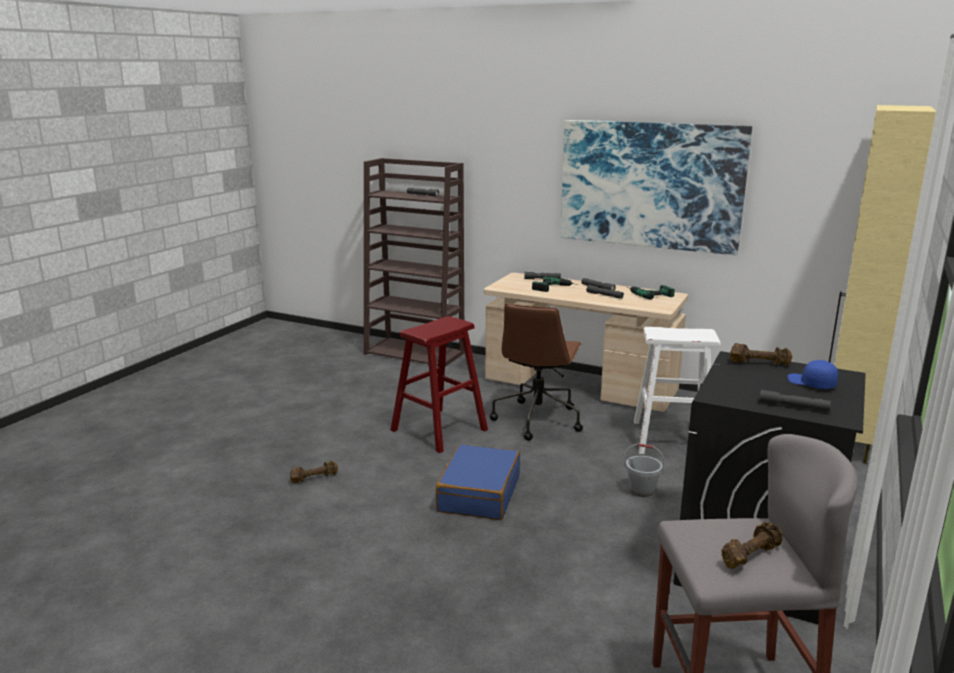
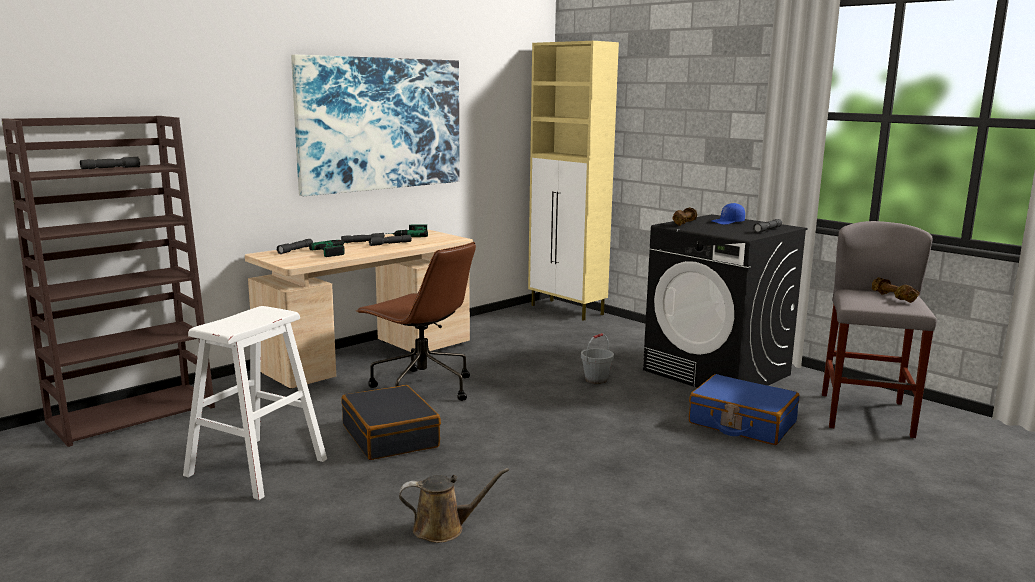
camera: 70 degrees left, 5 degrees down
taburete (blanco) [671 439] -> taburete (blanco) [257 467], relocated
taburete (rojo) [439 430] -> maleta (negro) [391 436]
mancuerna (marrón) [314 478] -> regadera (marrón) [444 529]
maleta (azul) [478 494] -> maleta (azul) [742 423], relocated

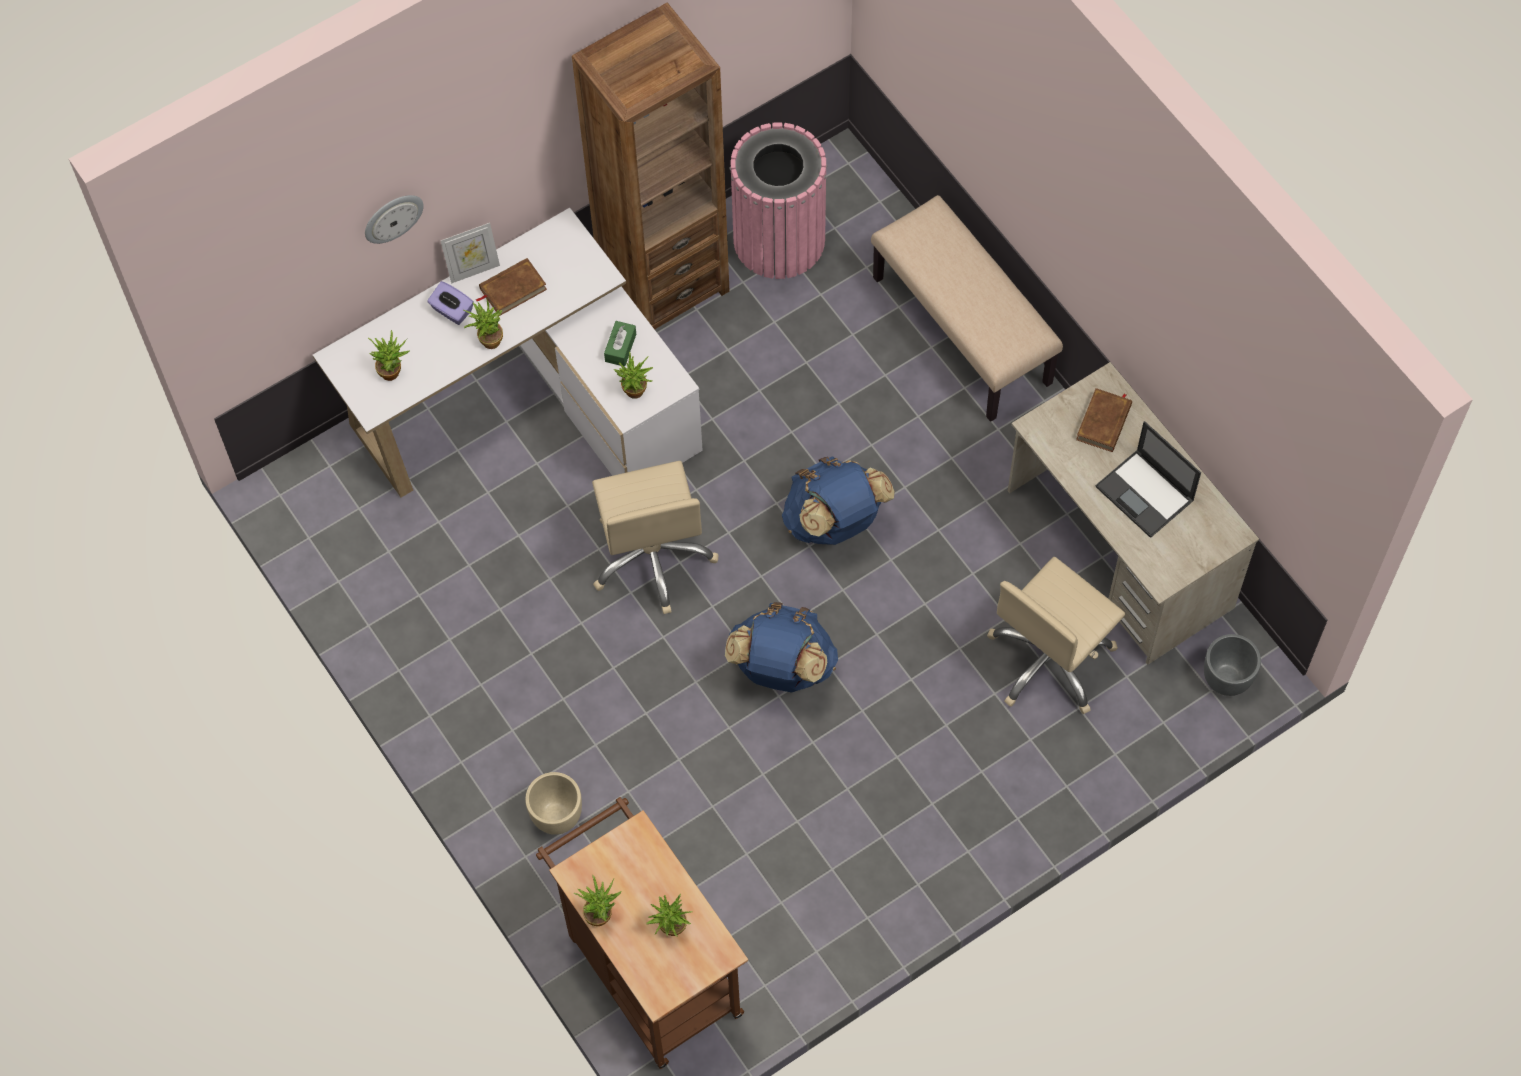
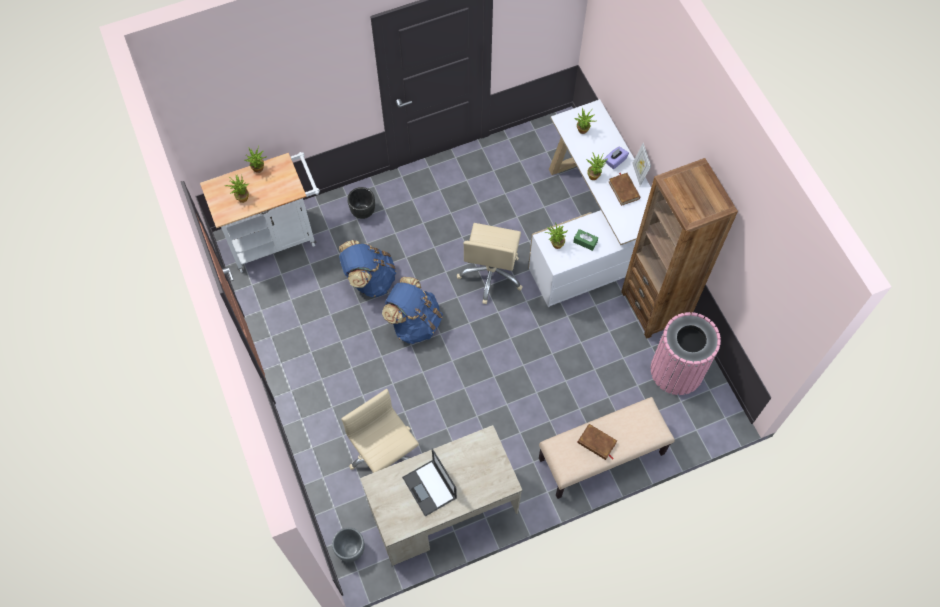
camera: 100 degrees right, 0 degrees up
carrito (marrón) [648 967] -> carrito (blanco) [276 237]
mochila (azul) [834 521] -> mochila (azul) [369 279], relocated
maceta (beis) [557 815] -> maceta (negro) [363 211]
portátil [1145 494] -> portátil [430 488], 90 degrees counterclockwise
silla de oficina (beis) [652 556] -> silla de oficina (beis) [491 274], 75 degrees counterclockwise
libro (marrón) [1104 422] -> libro (marrón) [596 443], relocated
reloj de pared [392 217] -> none

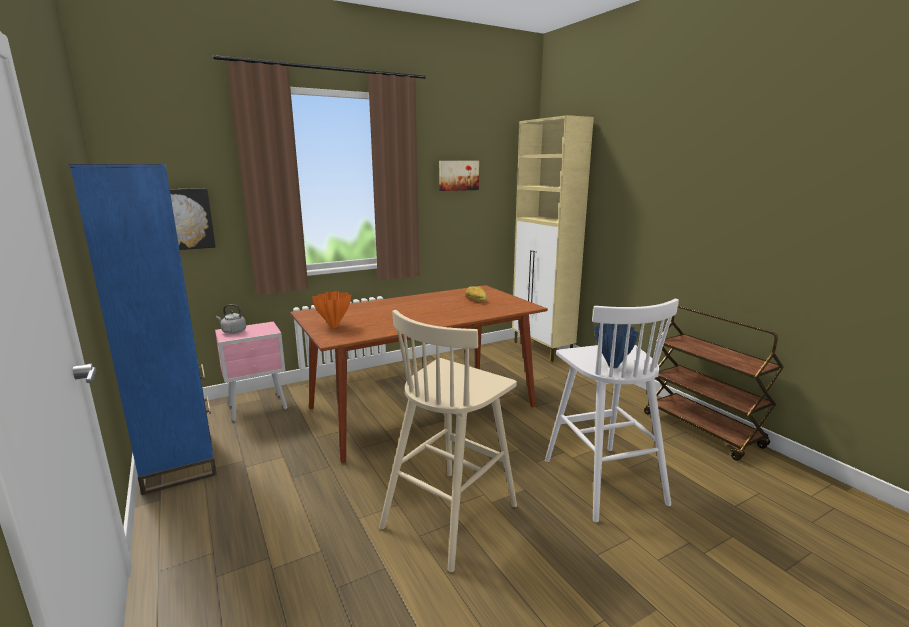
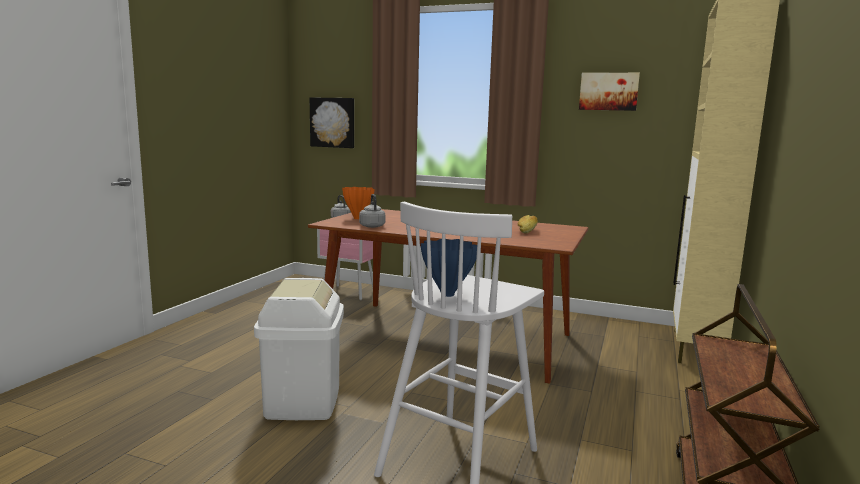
camera: 50 degrees right, 5 degrees down
taburete (beis) [451 515] -> papelera (blanco) [302 402]
none -> hervidor (gris) [372 226]
estantería (azul) [179 460] -> none

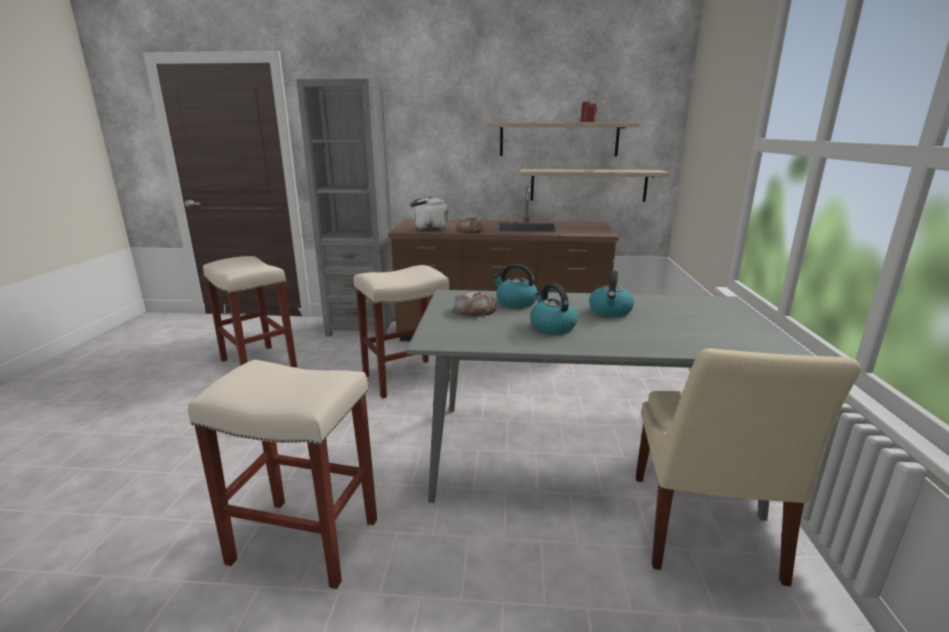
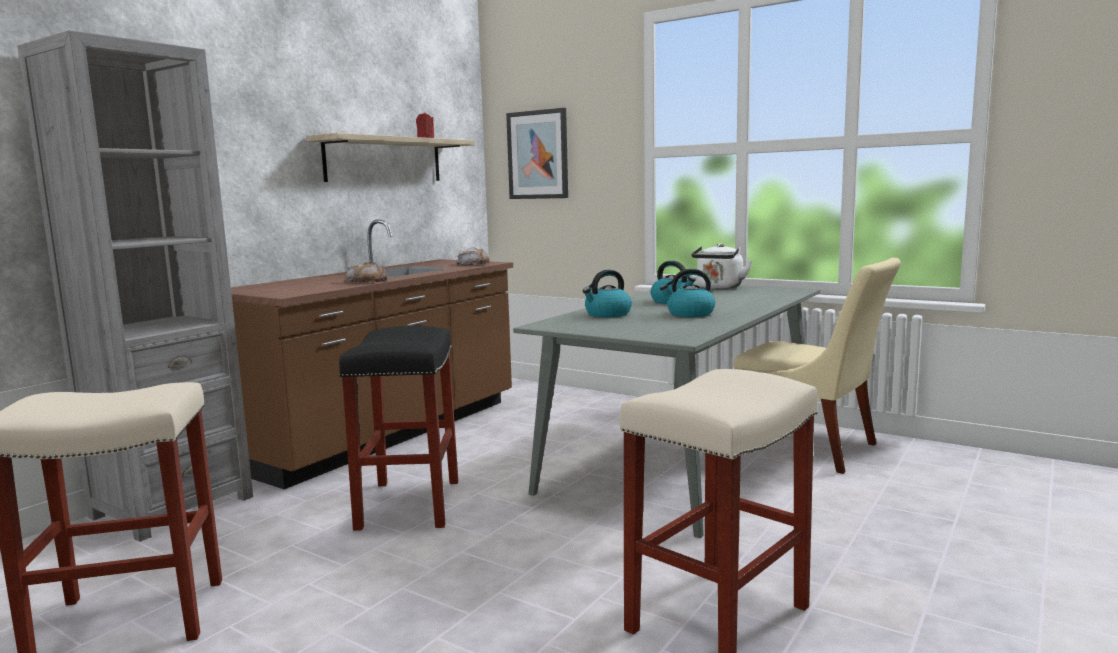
camera: 60 degrees left, 10 degrees down
taburete (beis) [406 377] -> taburete (negro) [408 503]
pan [474 311] -> pan [473 264], relocated
none -> cuadro [538 155]
hervidor (blanco) [429 228] -> hervidor (blanco) [719 288], relocated
estante [588 185] -> none

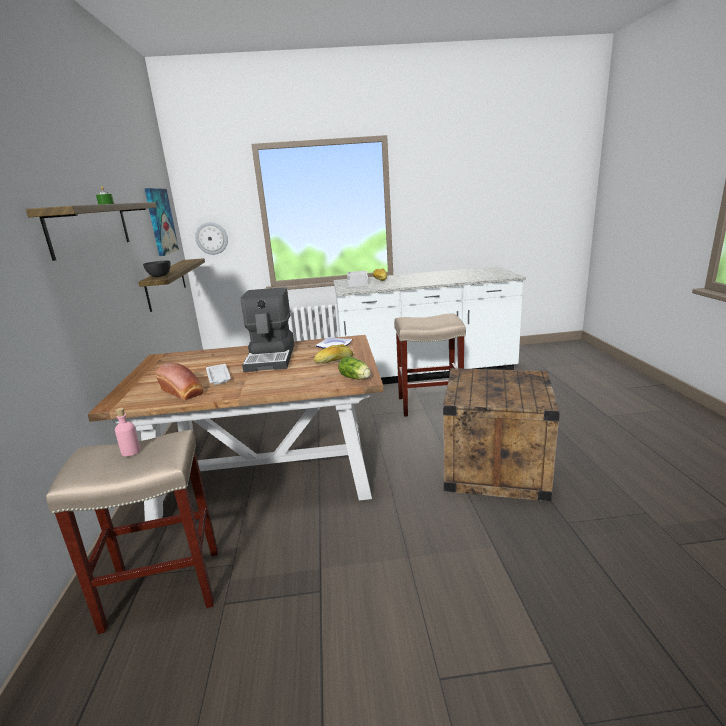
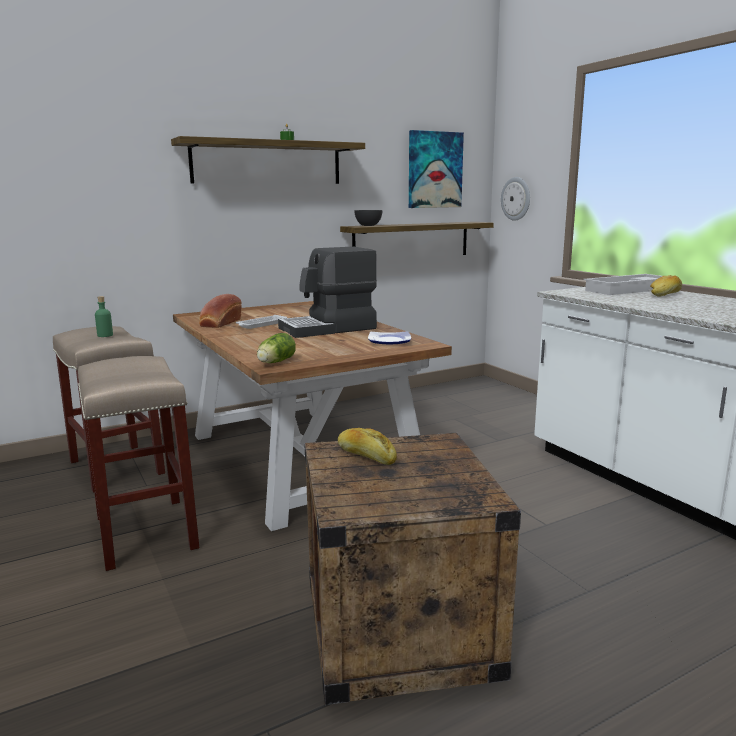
camera: 65 degrees right, 5 degrees down
taburete (beis) [429 404] -> taburete (beis) [144 531], relocated
botella (rosa) [131 451] -> botella (verde) [105 335]
pan [334 360] -> pan [366 456], relocated

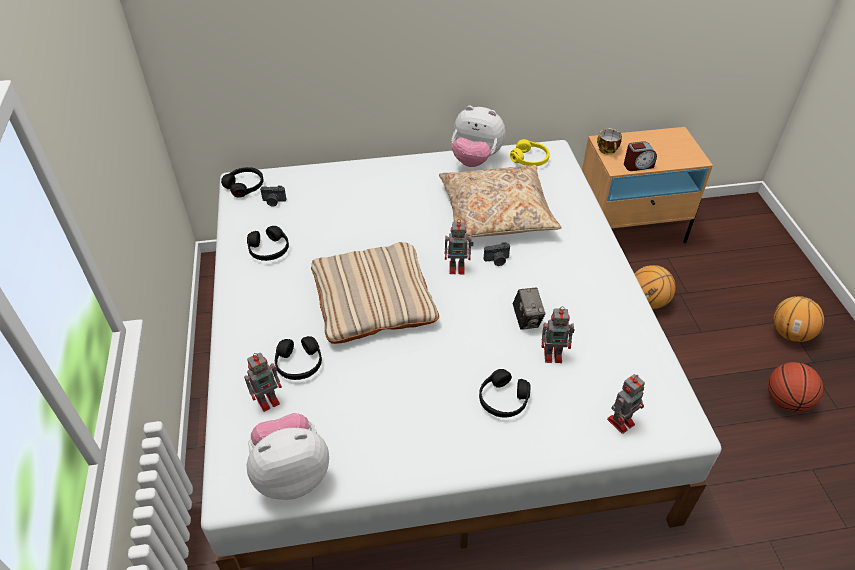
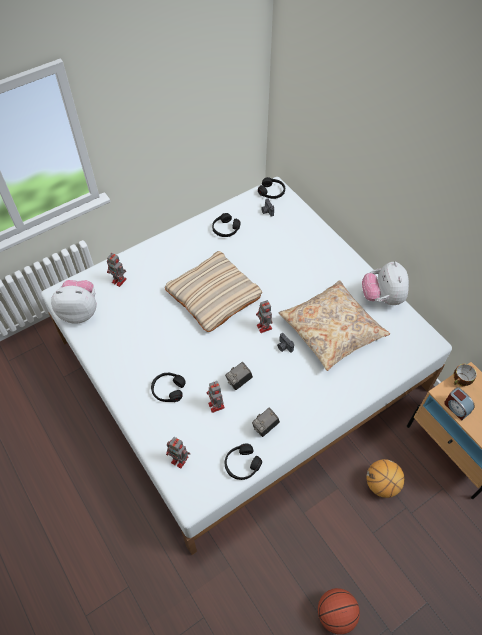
camera: 65 degrees right, 10 degrees up
peluche [291 473] -> peluche [80 311], 45 degrees counterclockwise
auriculares (negro) [299 363] -> auriculares (negro) [242 464], relocated
none -> cámara [265 427]
auriculares (amarillo) [530 159] -> none
balón de baloncesto [790 333] -> none

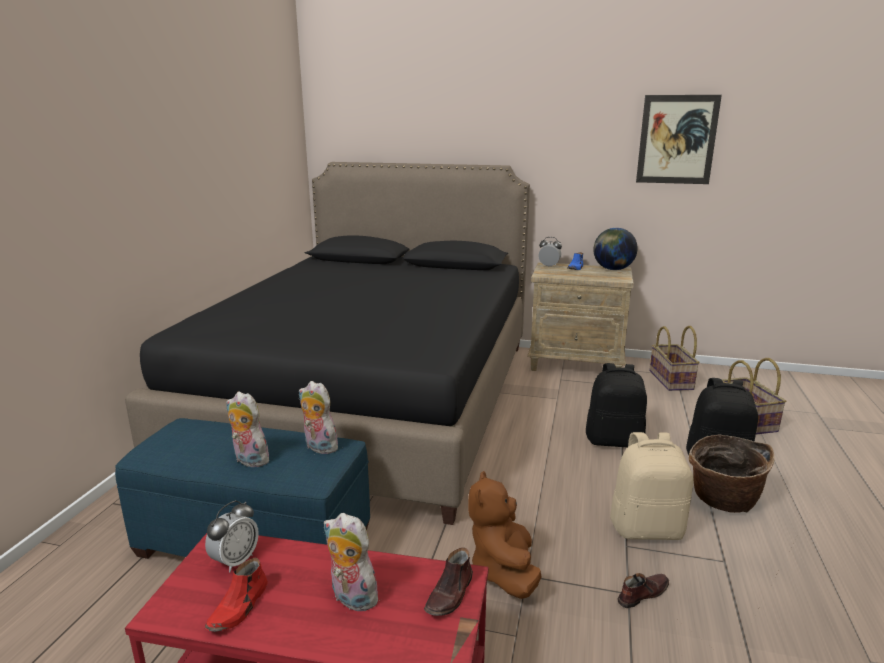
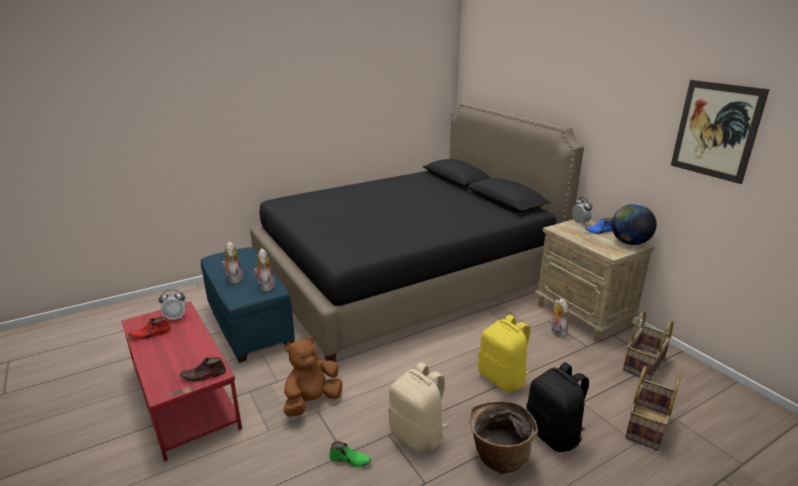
camera: 45 degrees right, 5 degrees up
zapato (marrón) [642 594] -> zapato (verde) [350 459]
mochila (negro) [614 440] -> mochila (amarillo) [503 378]
peluche [351 598] -> peluche [556 332], relocated

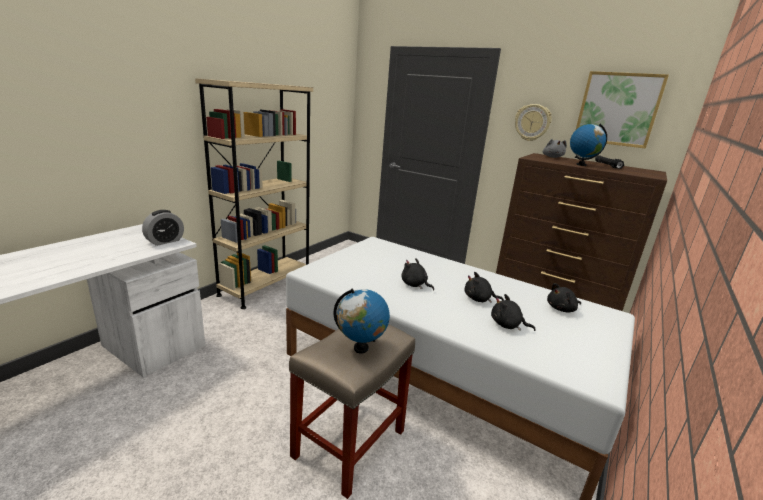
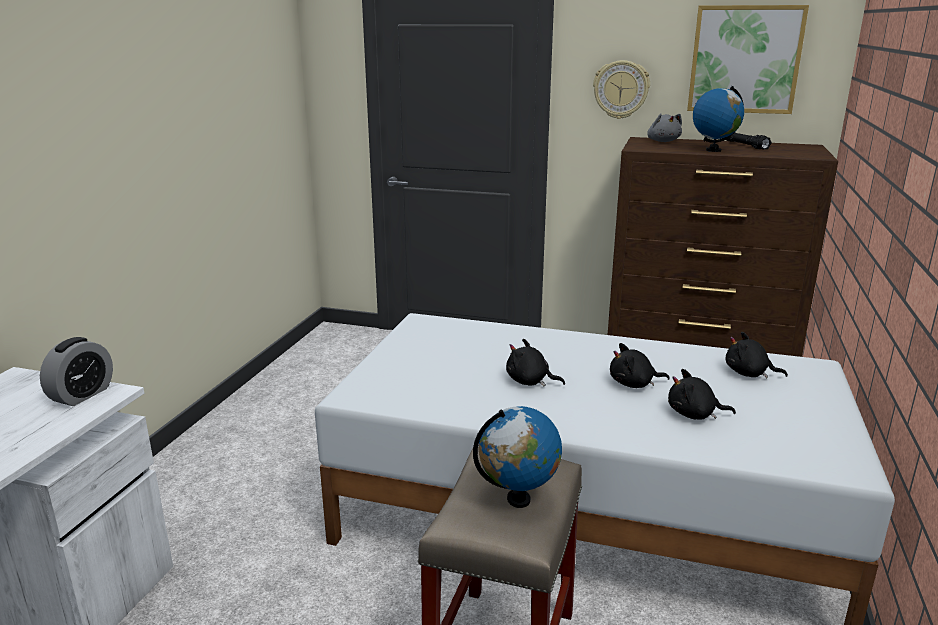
camera: 15 degrees left, 0 degrees up
peluche (negro) [562 309] -> peluche (negro) [749 373], 60 degrees clockwise
estantería (beis) [265 286] -> none

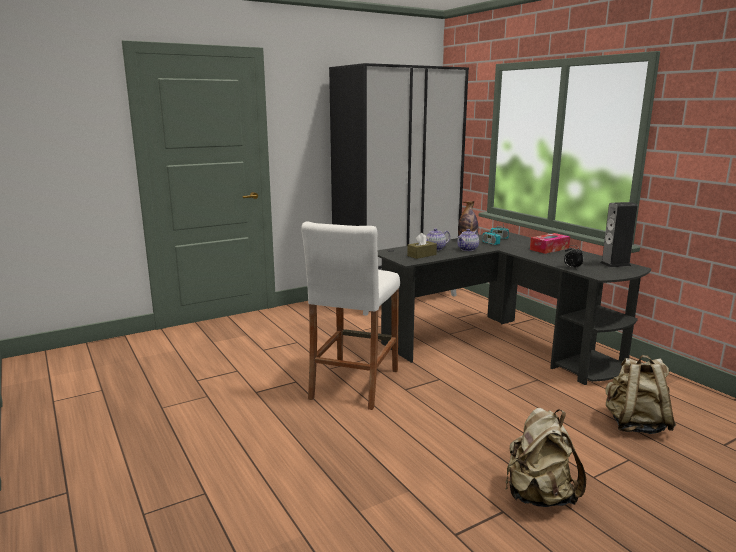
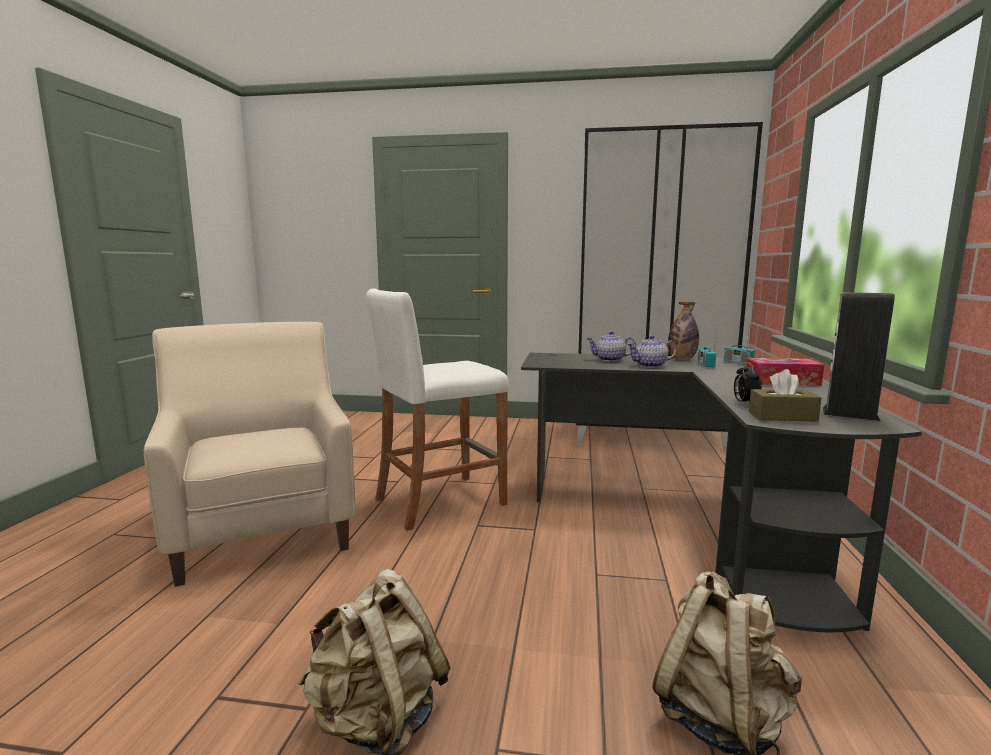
camera: 40 degrees right, 5 degrees down
none -> sillón (beis) [262 526]
caja de pañuelos (marrón) [421 255] -> caja de pañuelos (marrón) [782 416], relocated

